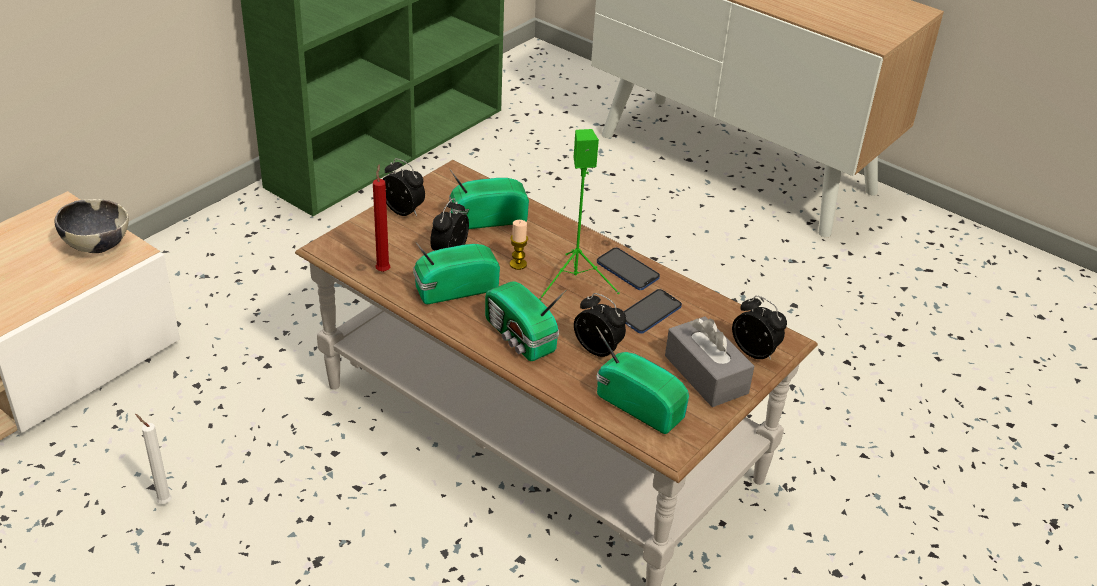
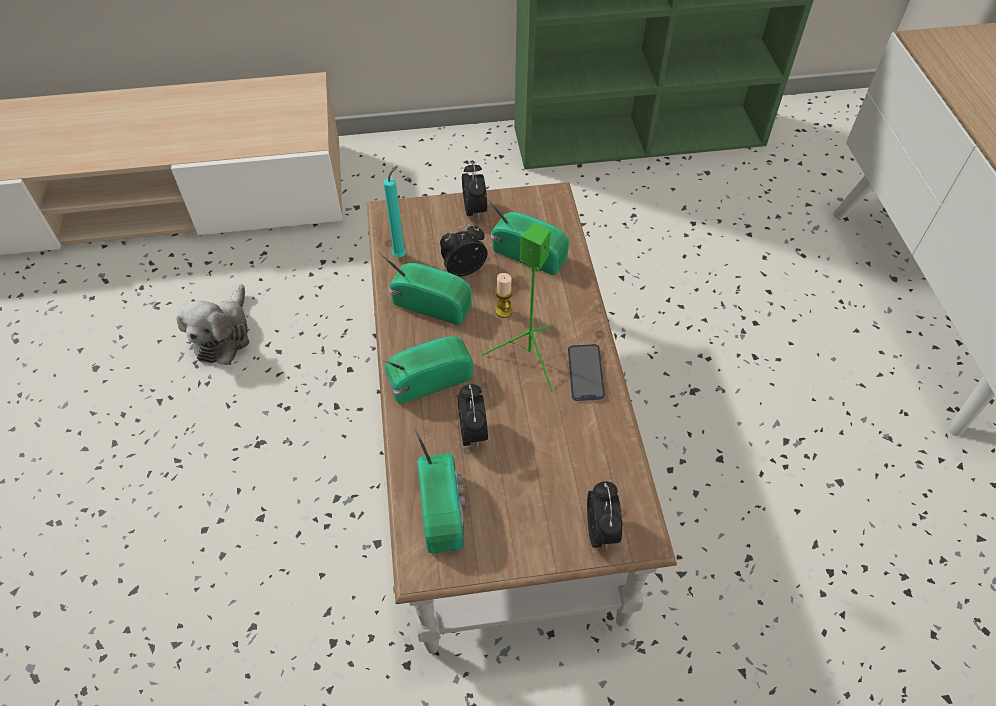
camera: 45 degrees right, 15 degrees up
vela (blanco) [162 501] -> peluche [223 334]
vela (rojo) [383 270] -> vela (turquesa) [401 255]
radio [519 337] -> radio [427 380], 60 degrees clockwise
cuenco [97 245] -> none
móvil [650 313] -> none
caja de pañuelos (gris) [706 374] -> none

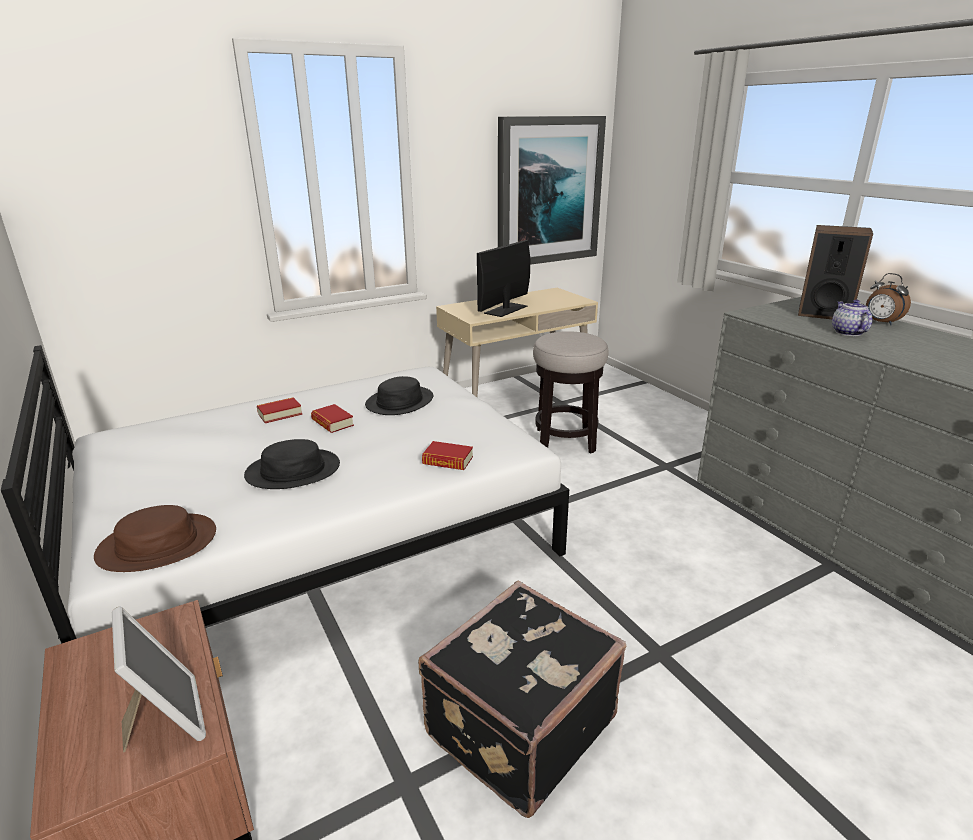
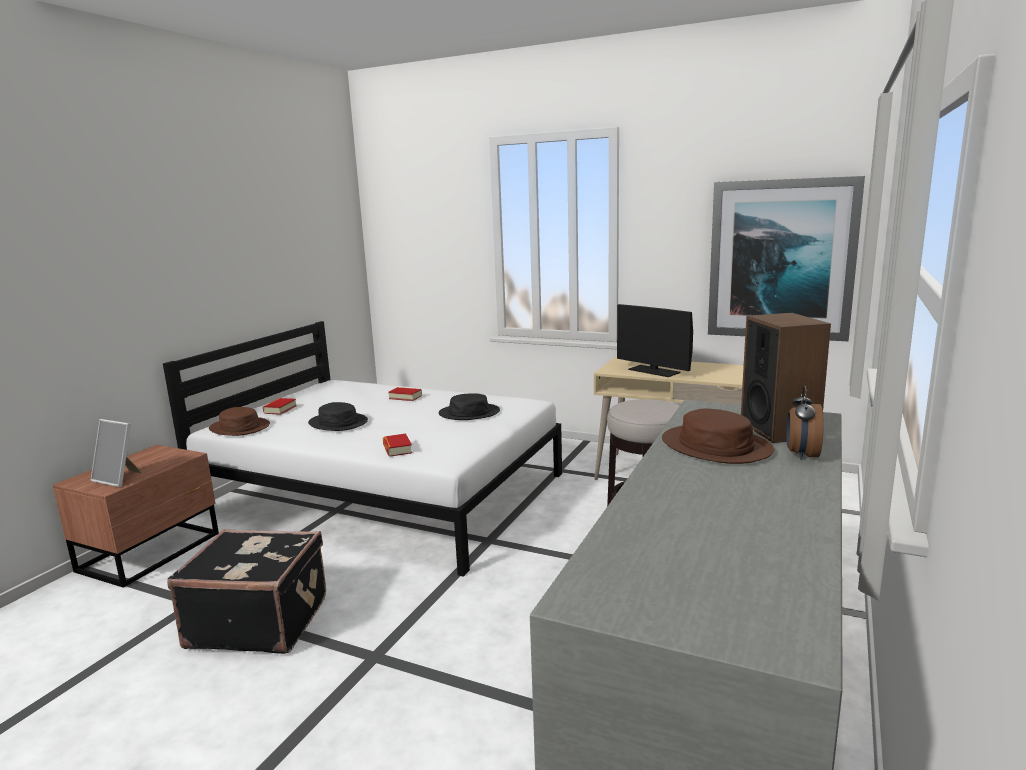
camera: 55 degrees right, 10 degrees down
portarretratos [166 719] -> portarretratos [119 479], 90 degrees clockwise
libro [332 423] -> libro [280 409], relocated
monitor [506 309] -> monitor [654 371], 135 degrees counterclockwise
tetera [847 332] -> sombrero (marrón) [716 446]

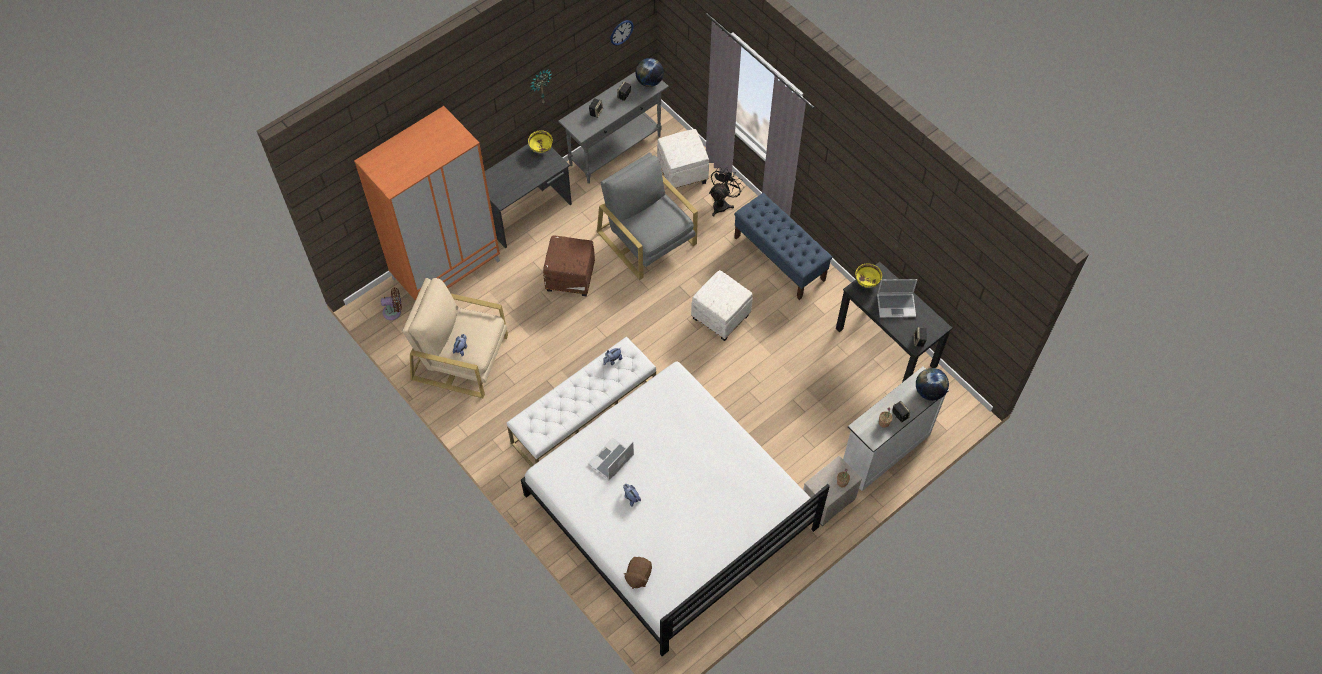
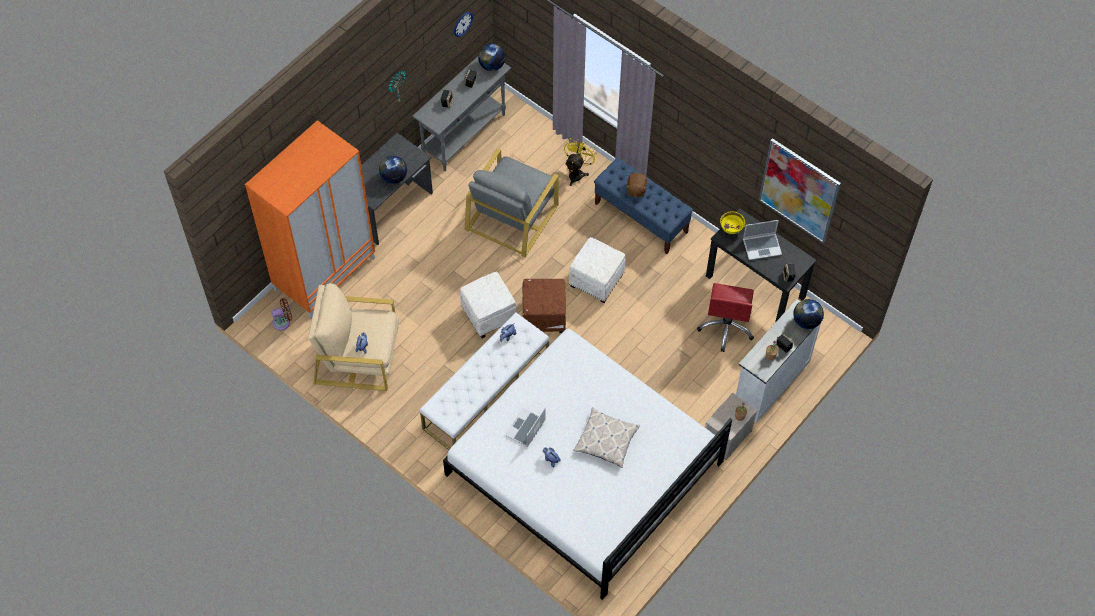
camera: 10 degrees left, 0 degrees up
none -> globo terráqueo [394 177]
puf (blanco) [682 173] -> puf (blanco) [488 315], relocated
sillón (gris) [647 238] -> sillón (gris) [512 216], 105 degrees counterclockwise
puf (marrón) [571 277] -> puf (marrón) [544 316], relocated
ventilador (negro) [722 203] -> ventilador (amarillo) [577 172]
none -> cojín [606 440]
peluche (marrón) [638 576] -> peluche (marrón) [636 190], relocated
none -> silla de oficina (rojo) [726 327]
none -> cuadro [799 191]
cuenco (amarillo) [541 149] -> none

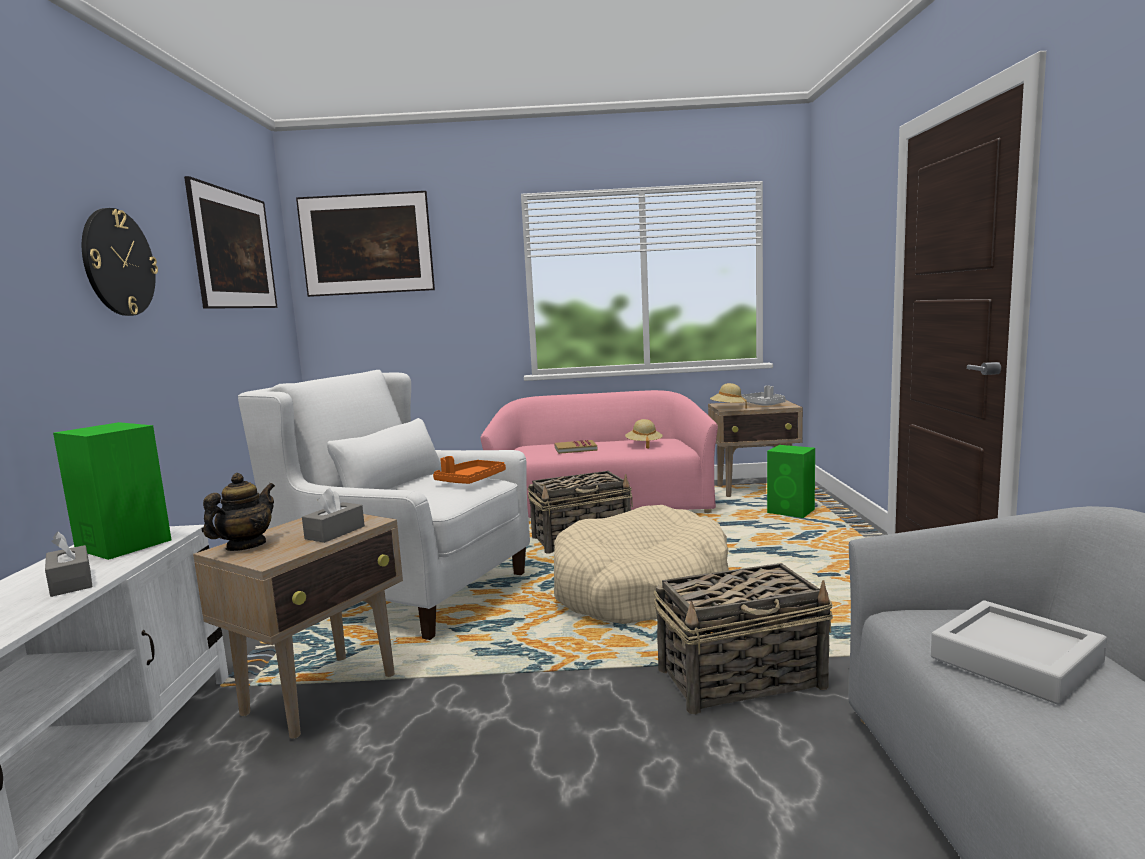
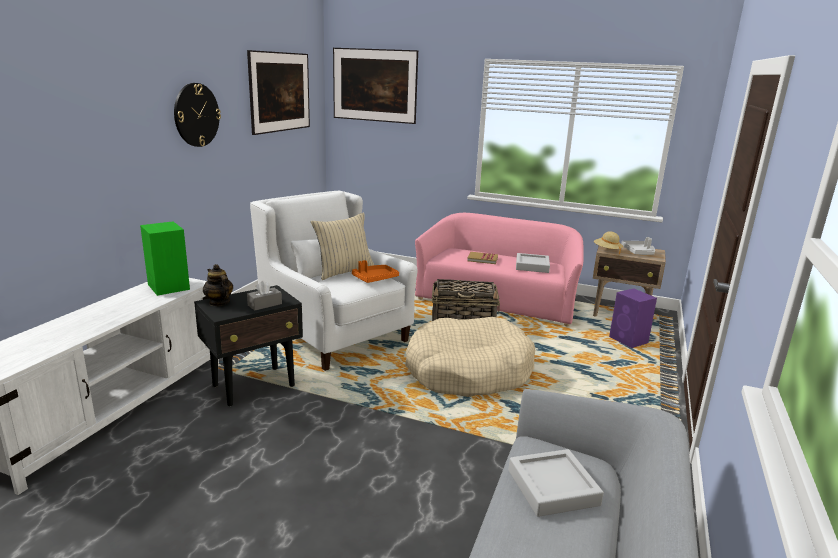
camera: 20 degrees right, 10 degrees up
mesa auxiliar (beis) [322 694] -> mesa auxiliar (negro) [255 386]
tetera [245 546] -> tetera [219 302], 90 degrees counterclockwise
none -> cojín (beis) [344 272]
sombrero (beis) [644 445] -> bandeja (gris) [532 266]
altavoz (verde) [792 512] -> altavoz (morado) [629 341]
caja de pañuelos (gris) [71 582] -> none
cesta [742 678] -> none

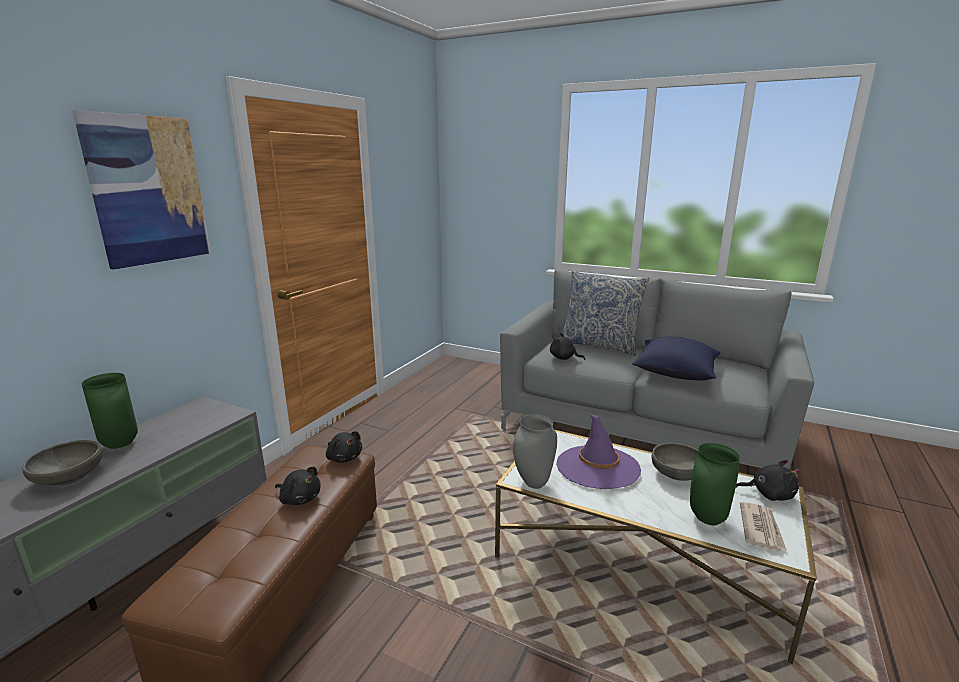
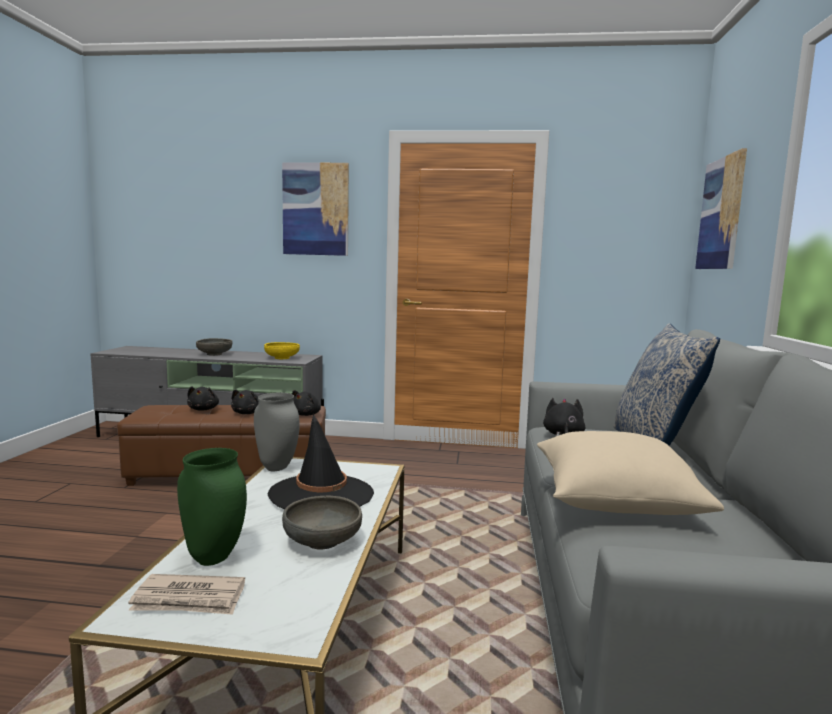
camera: 70 degrees right, 10 degrees down
peluche (negro) [769 494] -> peluche (negro) [204 409], relocated
none -> cuenco (amarillo) [282 358]
sombrero (morado) [597 467] -> sombrero (negro) [321 494]
cojín (azul) [675 373] -> cojín (beis) [614 501]
none -> cuadro [721 214]
florero (verde) [119 444] -> none

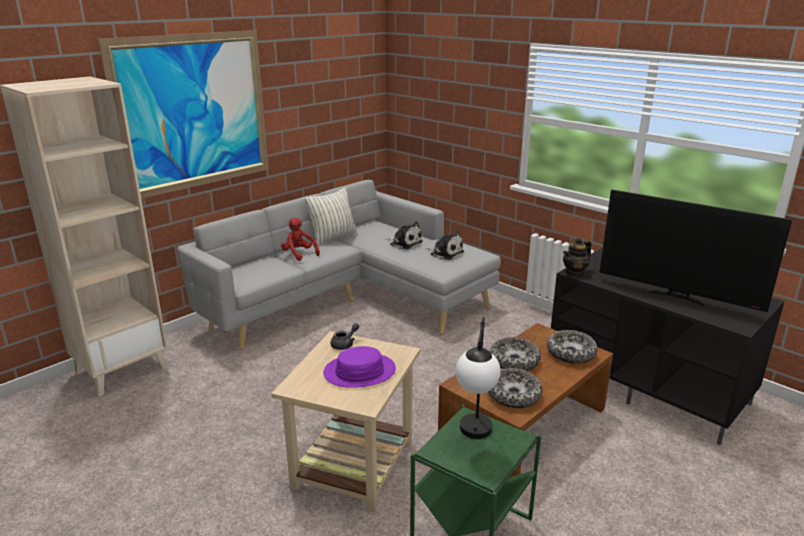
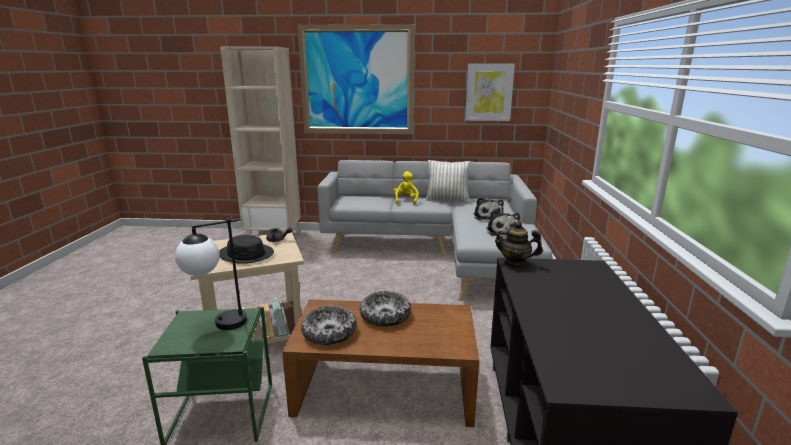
camera: 50 degrees right, 5 degrees down
sombrero (morado) [359 372] -> sombrero (negro) [246 254]
peluche (rojo) [299 254] -> peluche (amarillo) [406 201]
none -> cuadro [489 92]
cuenco [570 353] -> none
televisor [677 297] -> none

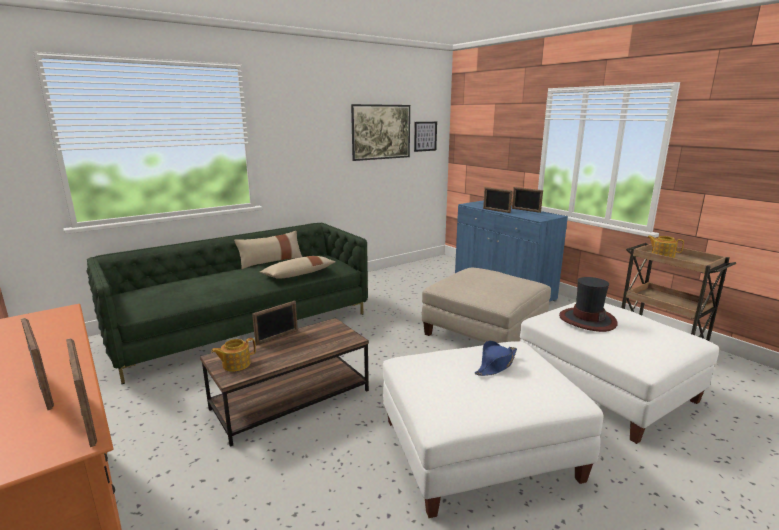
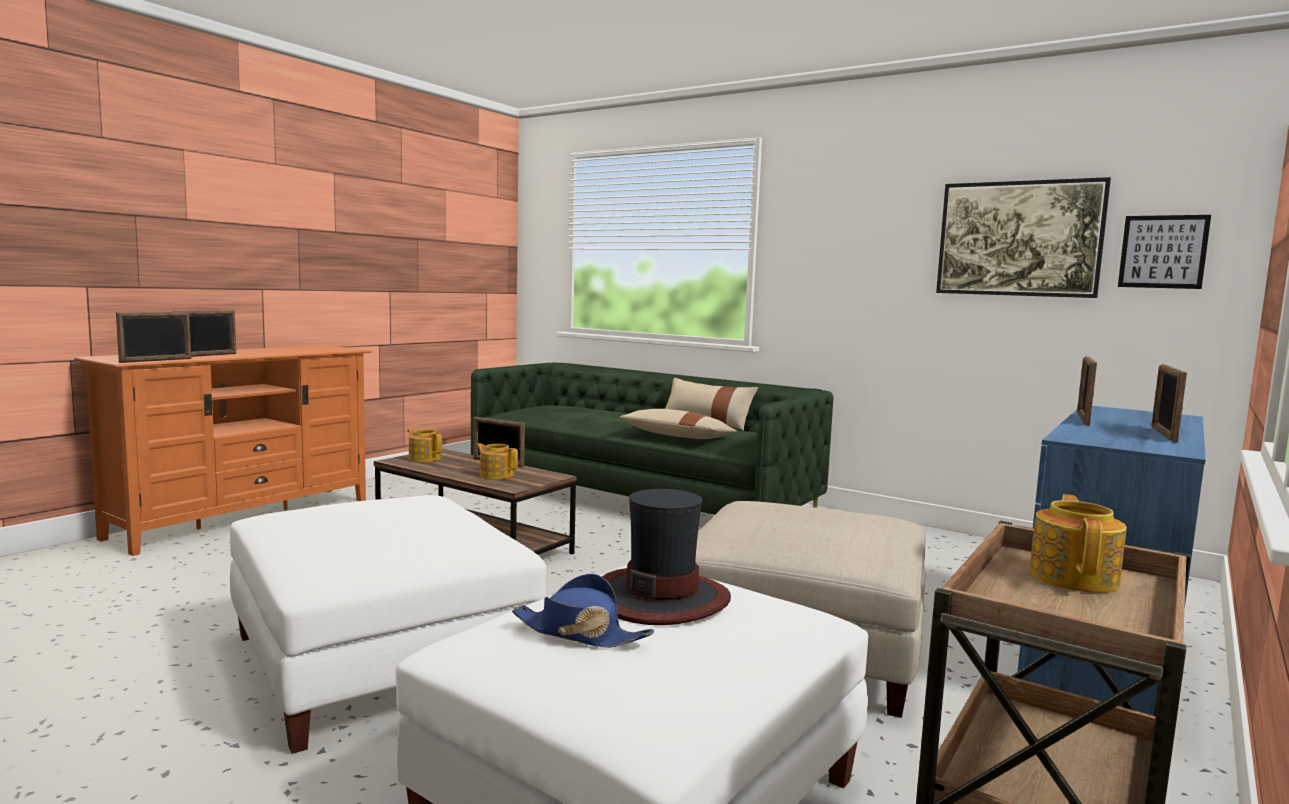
camera: 70 degrees right, 10 degrees down
none -> tetera [496 475]
sombrero (azul) [496 365] -> sombrero (azul) [579 633], relocated

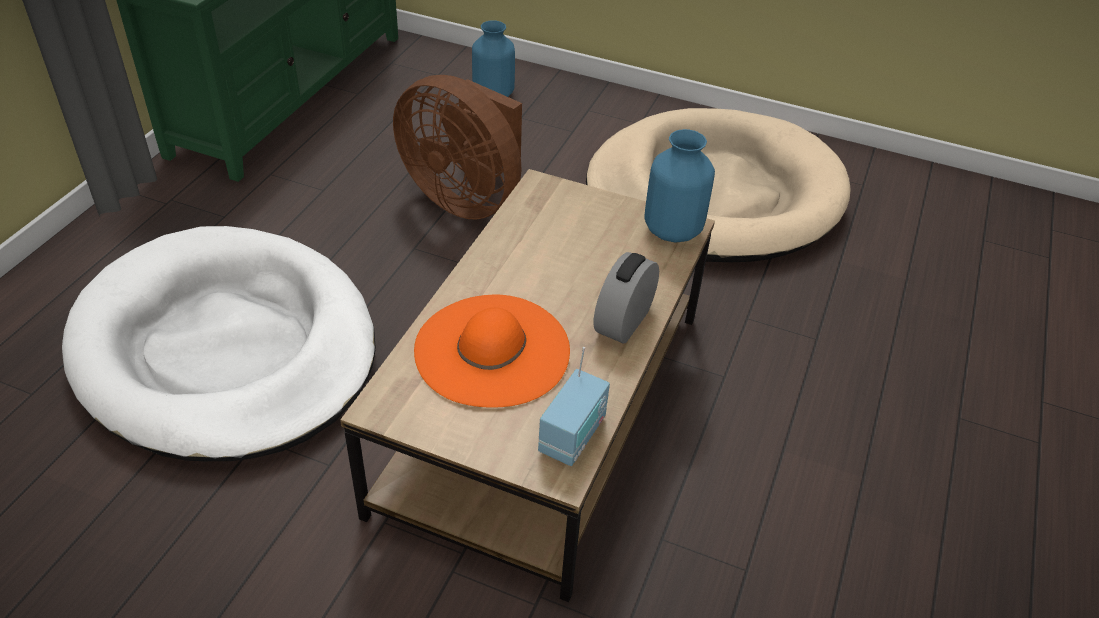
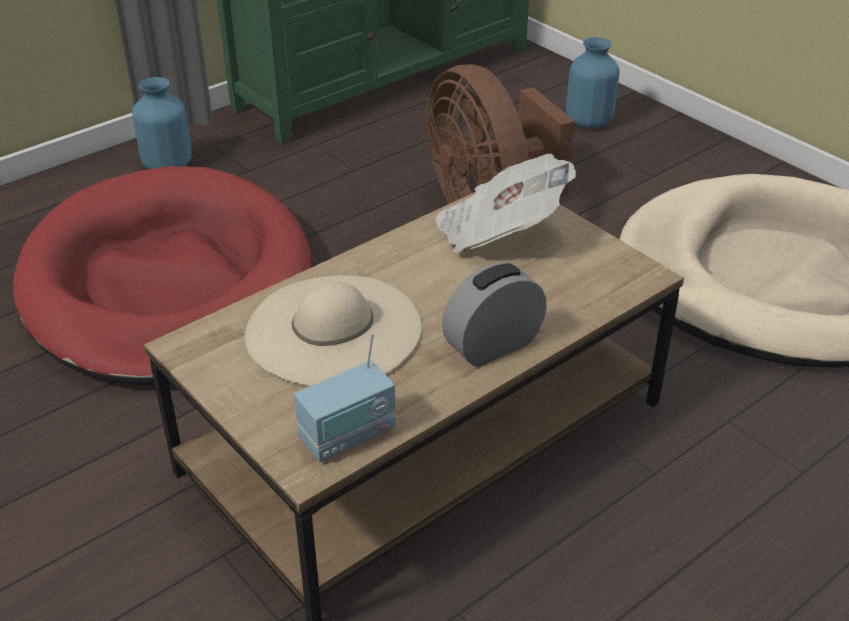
camera: 30 degrees right, 5 degrees down
cama para perro (blanco) [227 349] -> cama para perro (rojo) [168 284]
florero (azul) [672 231] -> florero (azul) [167 166], relocated
sombrero (naranja) [492 350] -> sombrero (beis) [333 330]
none -> periódico [499 232]

